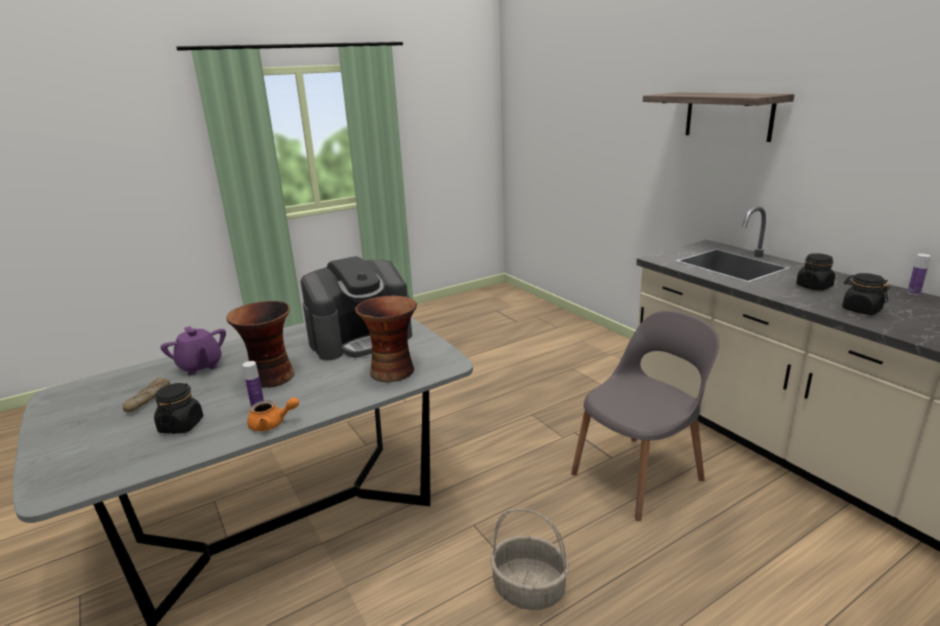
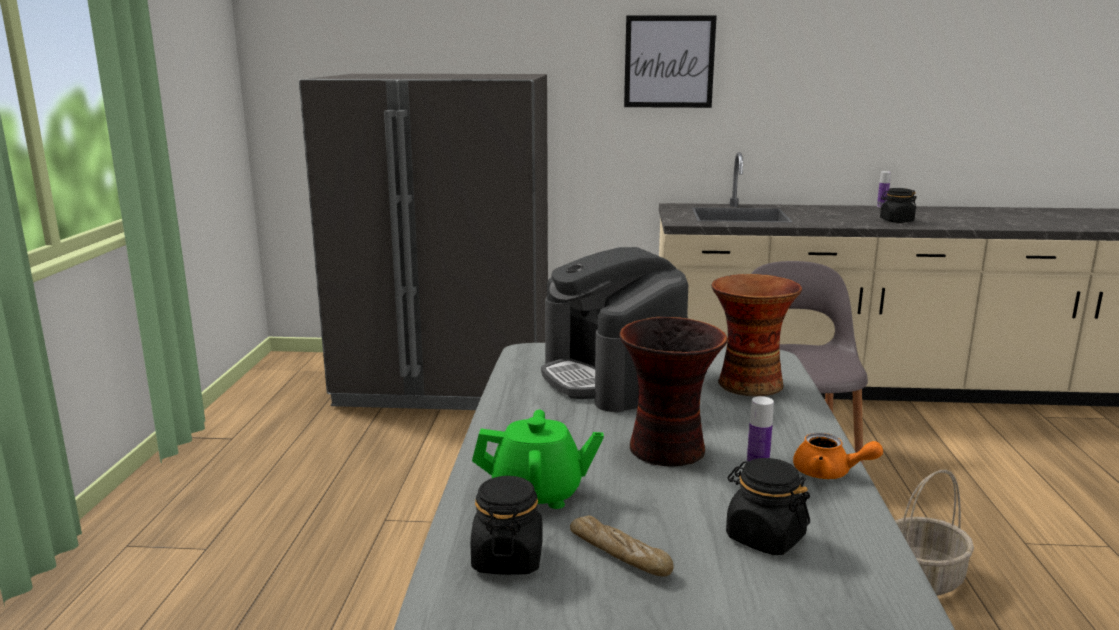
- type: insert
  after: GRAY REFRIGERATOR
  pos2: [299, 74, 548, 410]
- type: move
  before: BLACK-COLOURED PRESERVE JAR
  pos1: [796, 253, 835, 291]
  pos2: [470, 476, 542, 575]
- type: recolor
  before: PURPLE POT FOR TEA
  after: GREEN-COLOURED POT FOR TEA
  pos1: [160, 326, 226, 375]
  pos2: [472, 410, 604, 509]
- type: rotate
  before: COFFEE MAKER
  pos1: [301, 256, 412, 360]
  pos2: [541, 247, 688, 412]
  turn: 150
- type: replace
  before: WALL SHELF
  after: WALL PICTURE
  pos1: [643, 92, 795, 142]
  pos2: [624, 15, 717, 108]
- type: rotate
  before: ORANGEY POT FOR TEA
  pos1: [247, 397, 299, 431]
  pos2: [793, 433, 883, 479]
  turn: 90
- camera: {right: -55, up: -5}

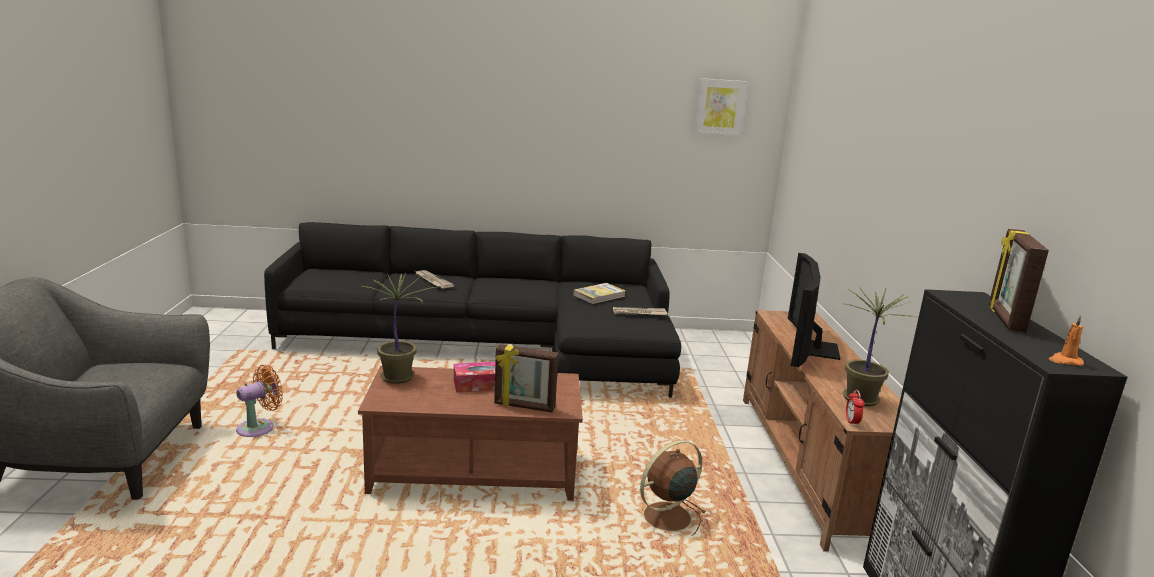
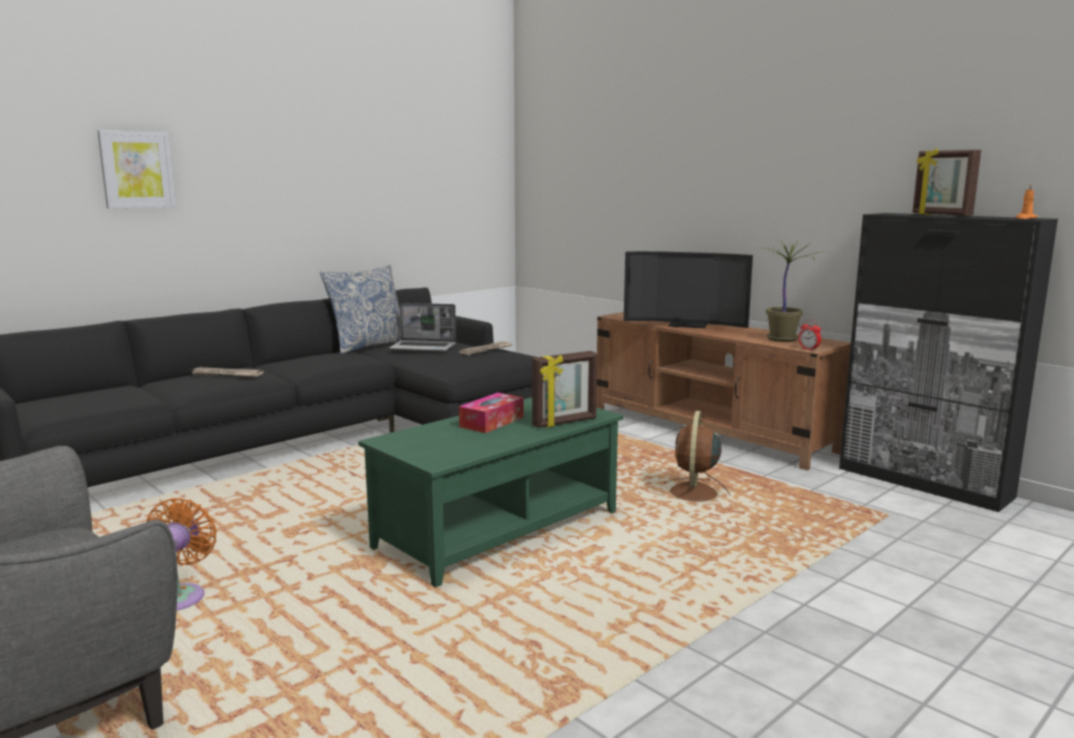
- type: move
  before: WALL PICTURE
  pos1: [694, 78, 747, 136]
  pos2: [97, 130, 176, 209]
- type: insert
  after: THROW PILLOW
  pos2: [320, 264, 401, 354]
- type: recolor
  before: BROWN LOUNGE TABLE
  after: GREEN-COLOURED LOUNGE TABLE
  pos1: [358, 366, 583, 500]
  pos2: [358, 397, 624, 587]
- type: replace
  before: VOLUME
  after: NOTEBOOK COMPUTER
  pos1: [573, 283, 625, 304]
  pos2: [389, 303, 456, 352]
- type: rotate
  before: TV
  pos1: [788, 253, 840, 367]
  pos2: [624, 251, 753, 328]
  turn: -45
- type: delete
  before: HOUSEPLANT
  pos1: [360, 272, 436, 384]
- camera: {right: -40, up: -5}

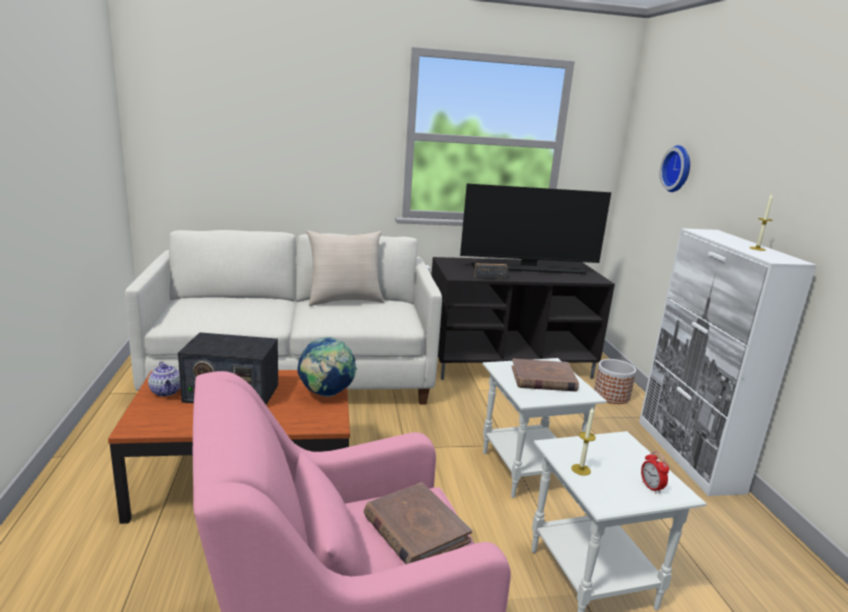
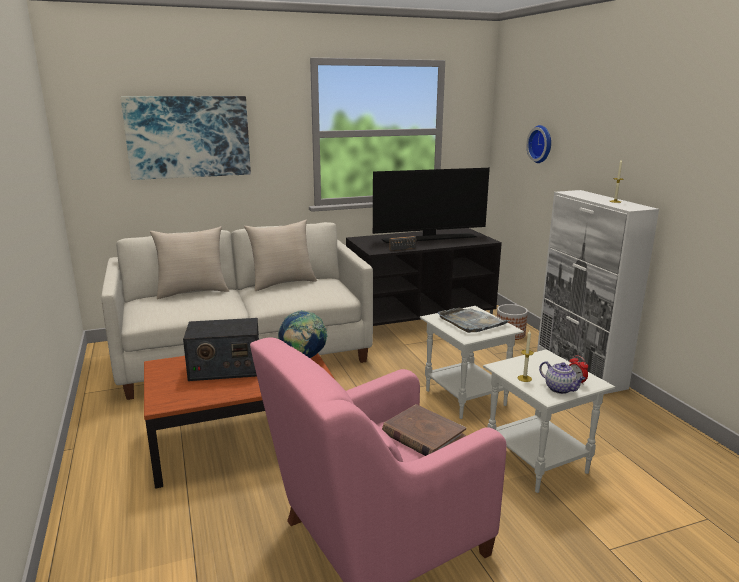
- type: insert
  after: WALL PICTURE
  pos2: [121, 96, 251, 180]
- type: insert
  after: SAND-COLOURED THROW PILLOW
  pos2: [150, 226, 229, 299]
- type: replace
  before: BROWN VOLUME
  after: GRAY CARRYING TRAY
  pos1: [512, 358, 579, 392]
  pos2: [438, 308, 510, 333]
- type: move
  before: POT FOR TEA
  pos1: [148, 362, 180, 397]
  pos2: [539, 361, 586, 394]
- camera: {right: -10, up: 0}

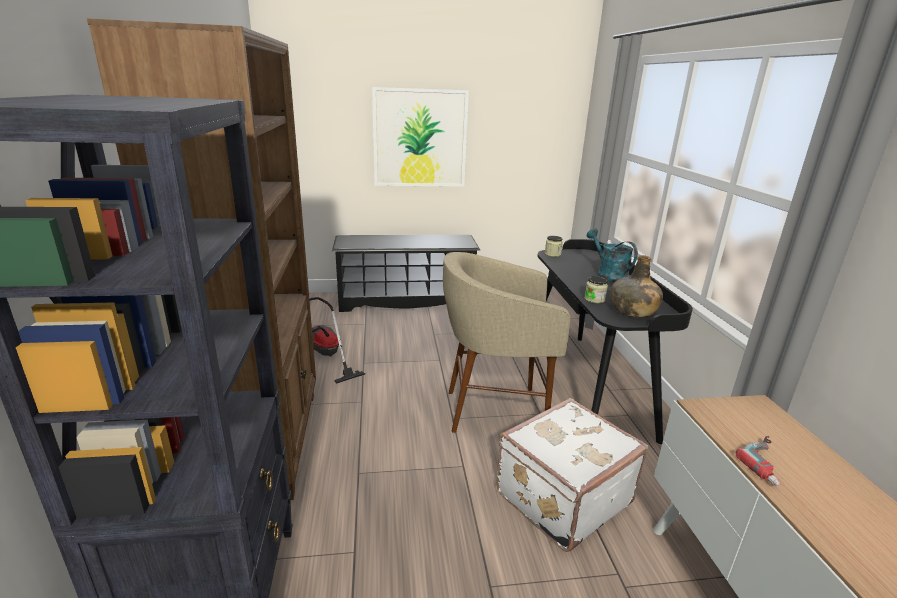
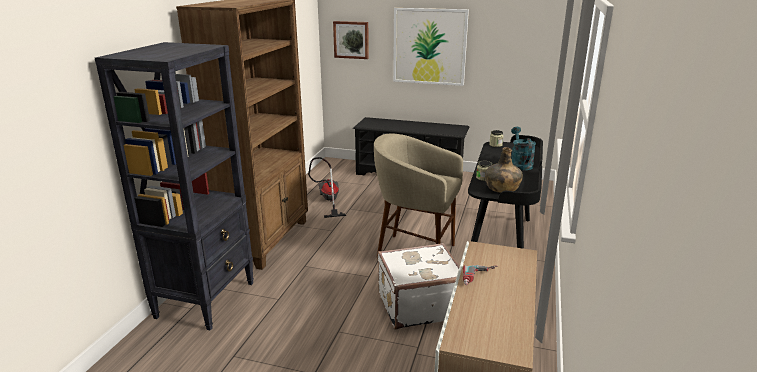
- type: insert
  after: WALL PICTURE
  pos2: [333, 21, 369, 59]
- camera: {right: 25, up: 0}

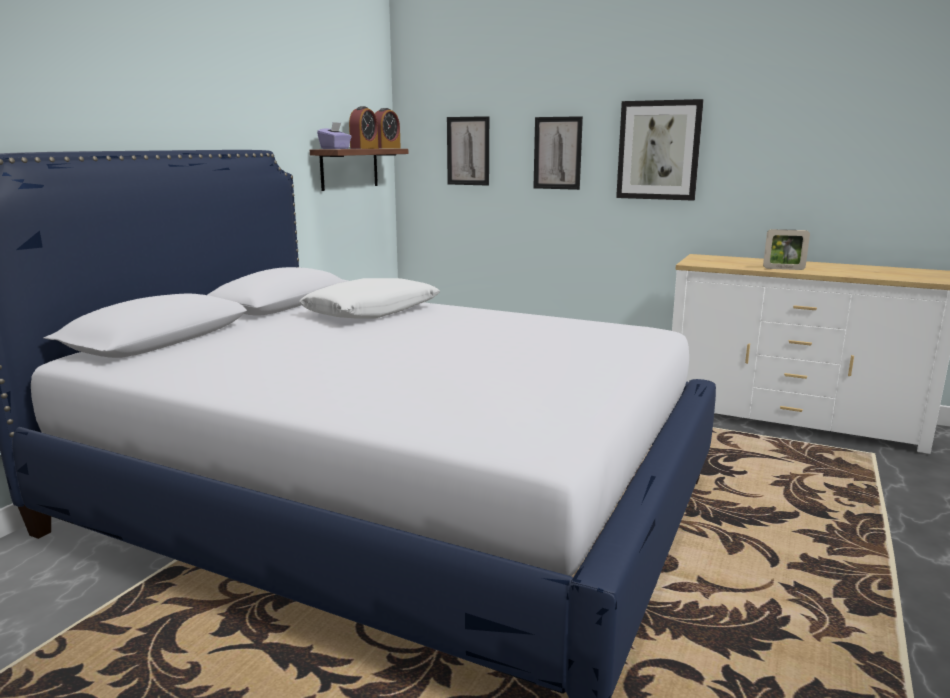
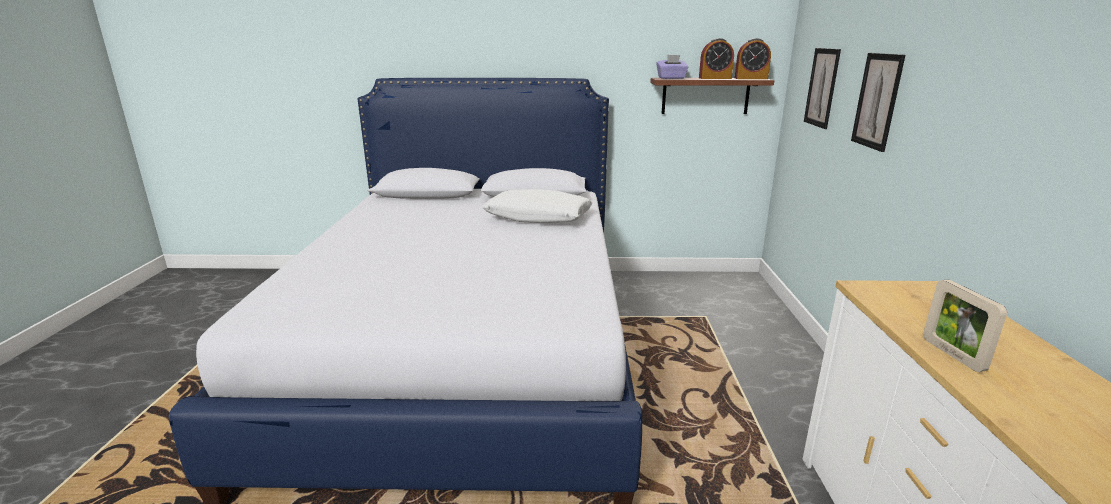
- type: delete
  before: WALL PICTURE
  pos1: [616, 99, 704, 201]
- camera: {right: 65, up: 5}

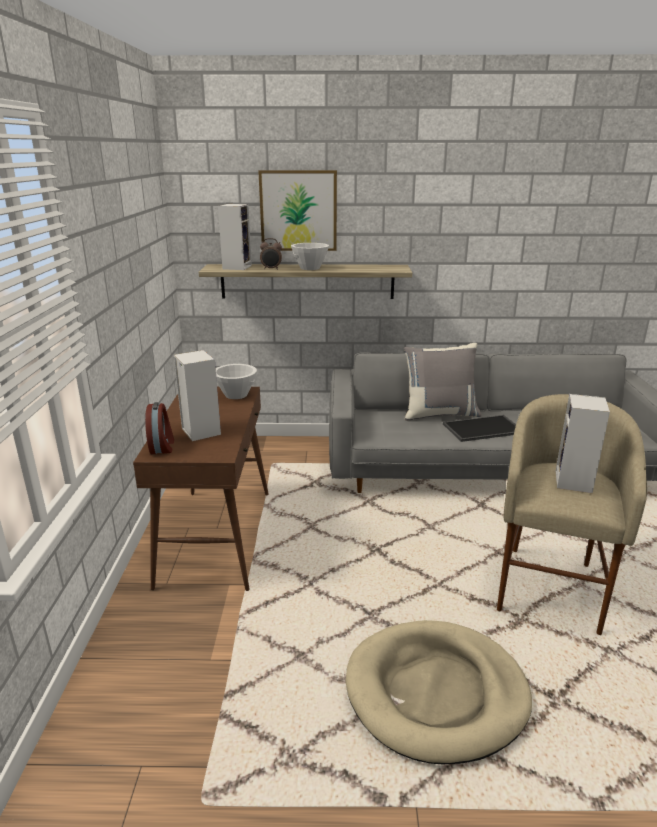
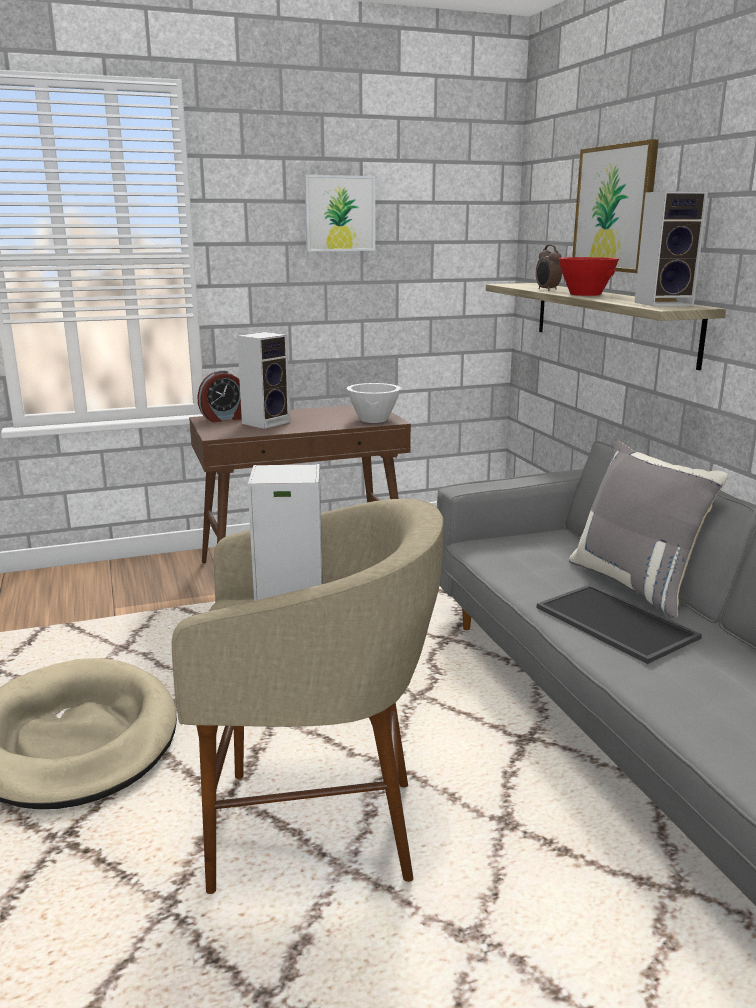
- type: insert
  after: WALL PICTURE
  pos2: [304, 175, 375, 252]
- type: recolor
  before: WHITE-COLOURED SERVING BOWL
  after: RED SERVING BOWL
  pos1: [291, 243, 329, 270]
  pos2: [558, 257, 619, 296]
- type: move
  before: LOUDSPEAKER
  pos1: [218, 204, 252, 270]
  pos2: [634, 191, 708, 307]
- camera: {right: 70, up: -5}

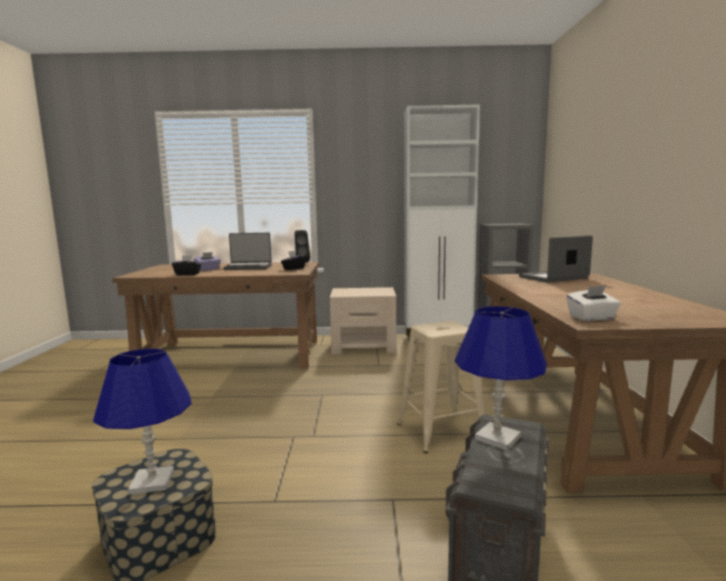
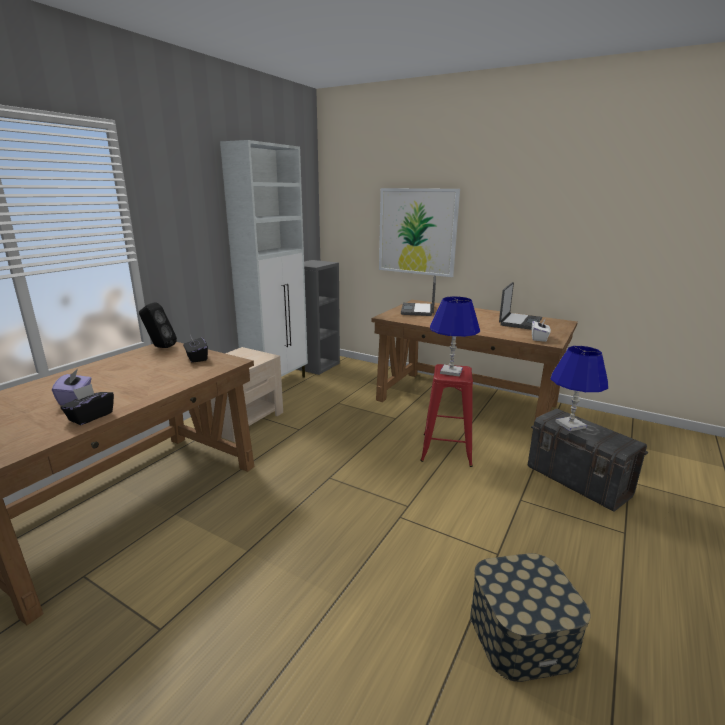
- type: insert
  after: WALL PICTURE
  pos2: [379, 188, 460, 277]
- type: recolor
  before: SAND-COLOURED SITTING STOOL
  after: RED SITTING STOOL
  pos1: [397, 321, 484, 453]
  pos2: [420, 364, 473, 467]
- type: move
  before: BLUE-COLOURED TABLETOP LAMP
  pos1: [93, 348, 192, 495]
  pos2: [430, 296, 480, 376]
- type: move
  before: NOTEBOOK COMPUTER
  pos1: [223, 233, 272, 270]
  pos2: [499, 282, 542, 330]
- camera: {right: -60, up: 10}

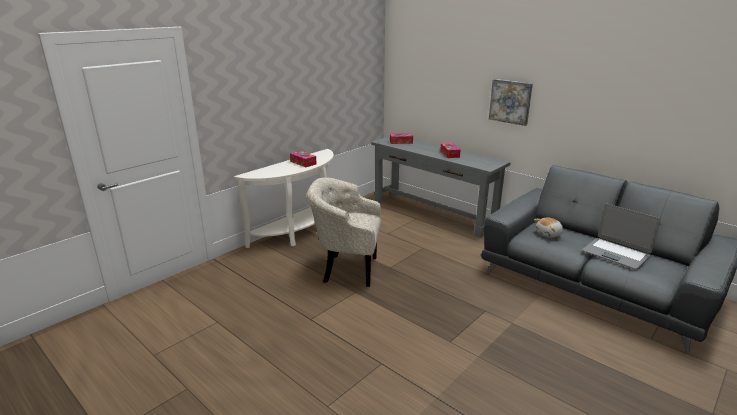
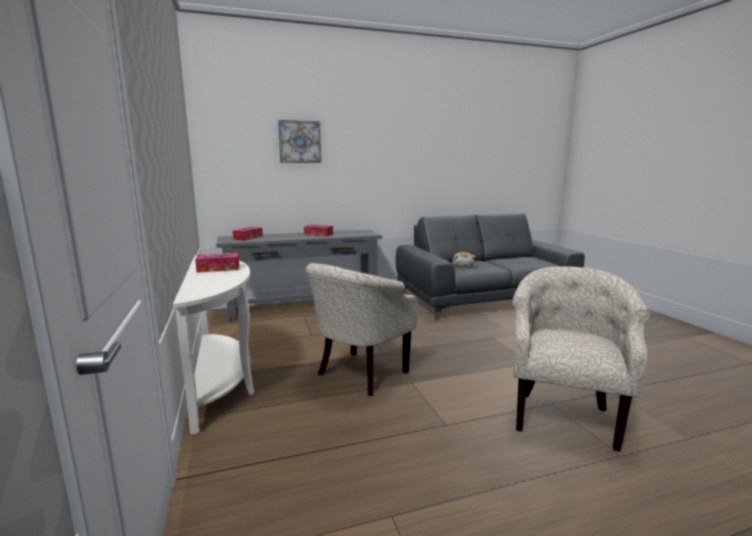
- type: move
  before: WALL PICTURE
  pos1: [489, 79, 533, 126]
  pos2: [278, 120, 321, 163]
- type: insert
  after: SAND-COLOURED LOUNGE CHAIR
  pos2: [512, 266, 650, 452]
- type: delete
  before: NOTEBOOK COMPUTER
  pos1: [582, 203, 660, 269]
- camera: {right: -60, up: -10}

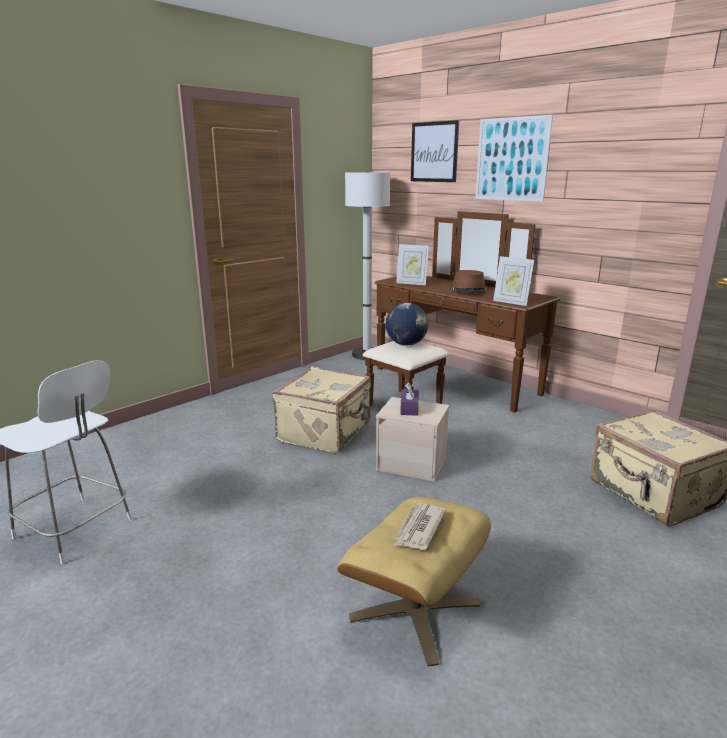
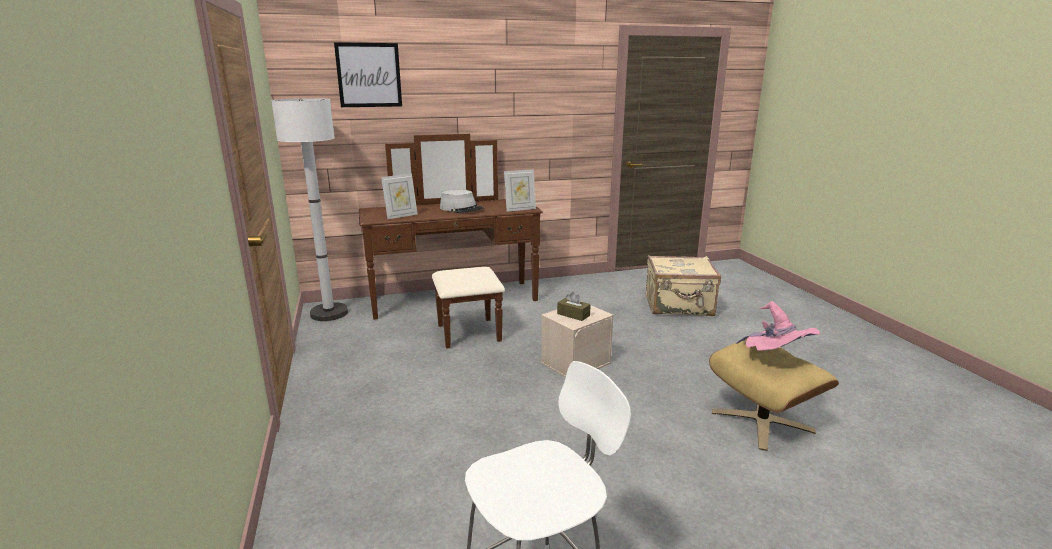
- type: recolor
  before: BROWN HAT
  after: GRAY HAT
  pos1: [452, 270, 486, 293]
  pos2: [440, 190, 484, 213]
- type: recolor
  before: PURPLE TISSUE BOX
  after: BROWN TISSUE BOX
  pos1: [400, 383, 419, 416]
  pos2: [557, 292, 591, 321]
- type: replace
  before: PRINTED PAPER
  after: PINK-COLOURED HAT
  pos1: [394, 503, 446, 550]
  pos2: [736, 301, 820, 351]
- type: delete
  before: SAND-COLOURED SUITCASE
  pos1: [272, 367, 371, 454]
- type: delete
  before: WORLD GLOBE
  pos1: [386, 303, 428, 346]
- type: delete
  before: WALL PICTURE
  pos1: [475, 115, 553, 202]
- camera: {right: -60, up: 0}

